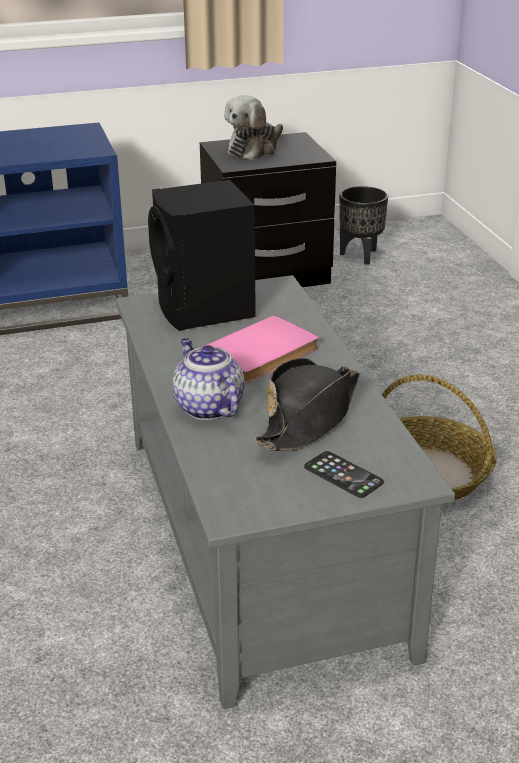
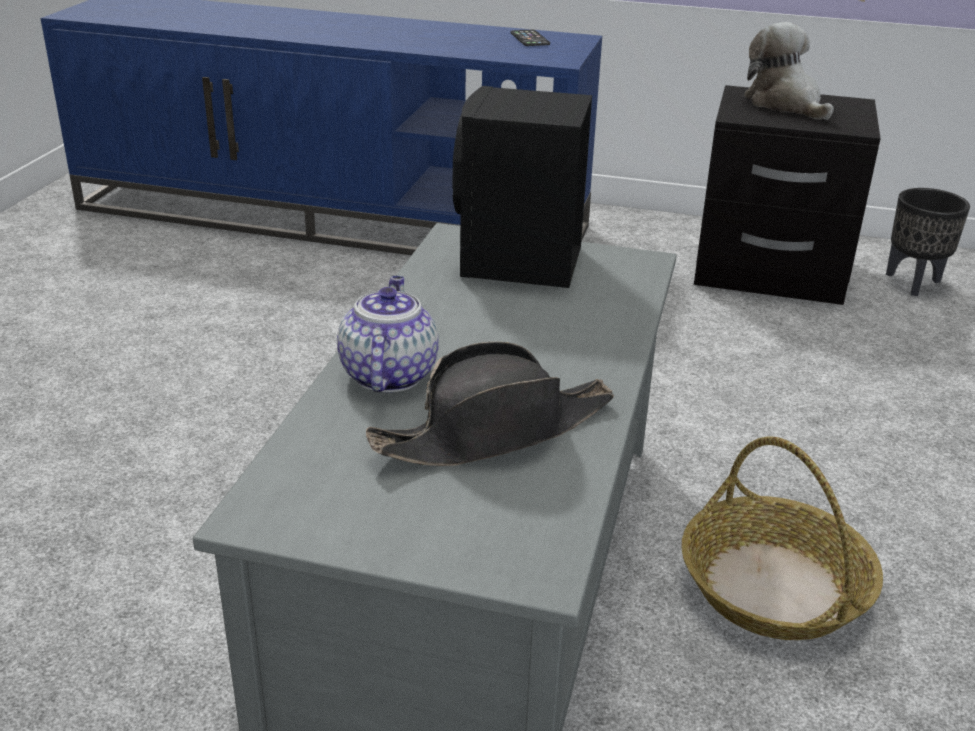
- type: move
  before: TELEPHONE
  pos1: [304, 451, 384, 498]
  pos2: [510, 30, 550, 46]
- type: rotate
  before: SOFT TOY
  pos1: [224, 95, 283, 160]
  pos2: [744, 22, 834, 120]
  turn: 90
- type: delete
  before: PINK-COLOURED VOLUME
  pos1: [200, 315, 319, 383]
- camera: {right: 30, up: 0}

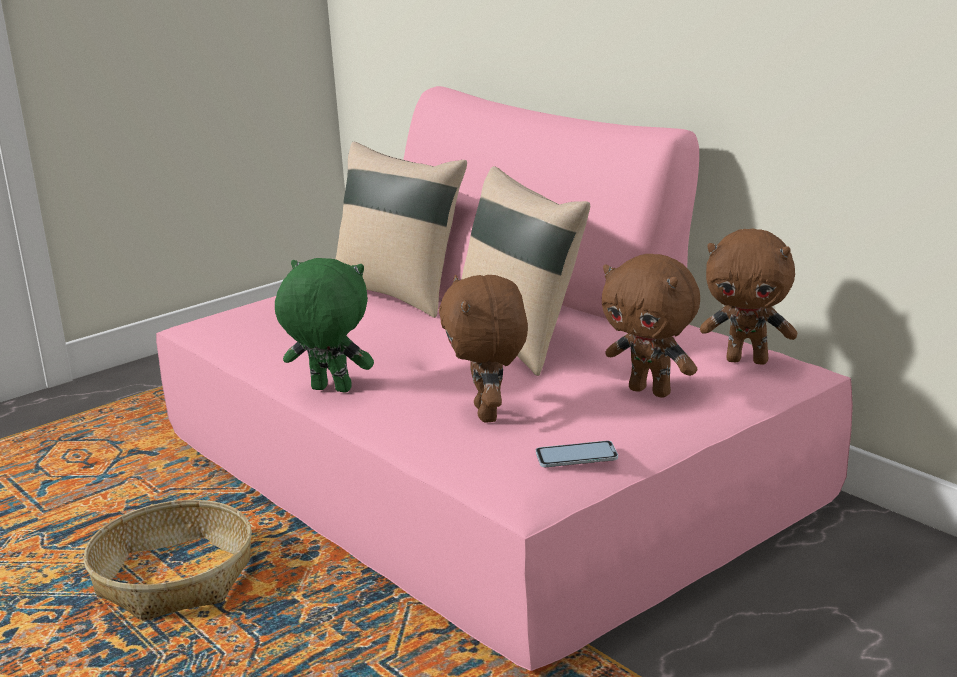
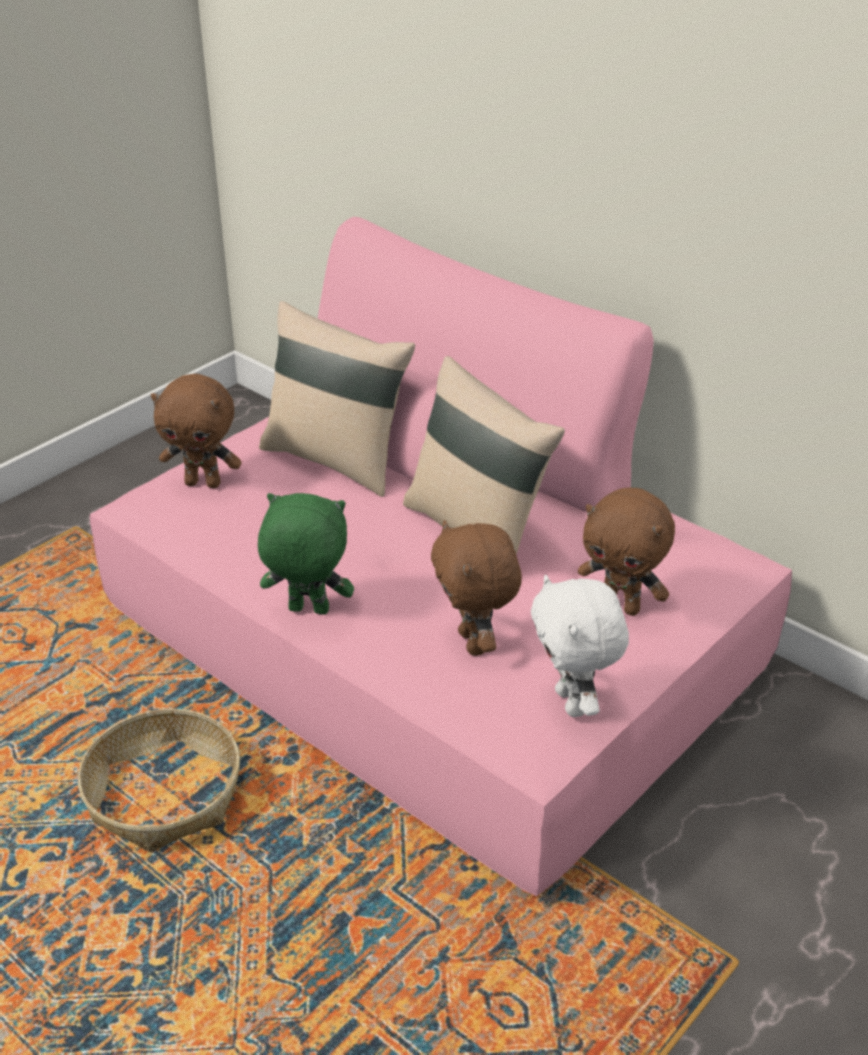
- type: move
  before: BROWN SOFT TOY
  pos1: [700, 228, 797, 365]
  pos2: [151, 374, 242, 488]
- type: replace
  before: TELEPHONE
  after: WHITE-COLOURED SOFT TOY
  pos1: [536, 441, 618, 467]
  pos2: [531, 575, 629, 717]
- camera: {right: -10, up: 15}

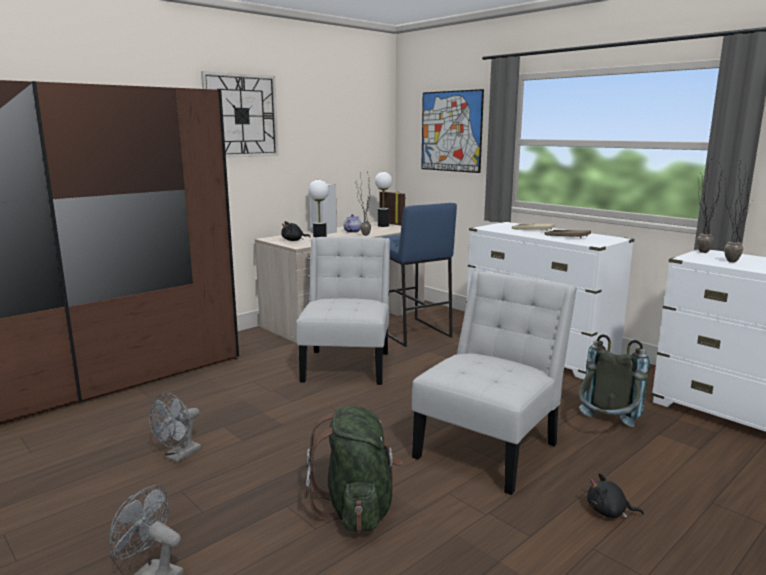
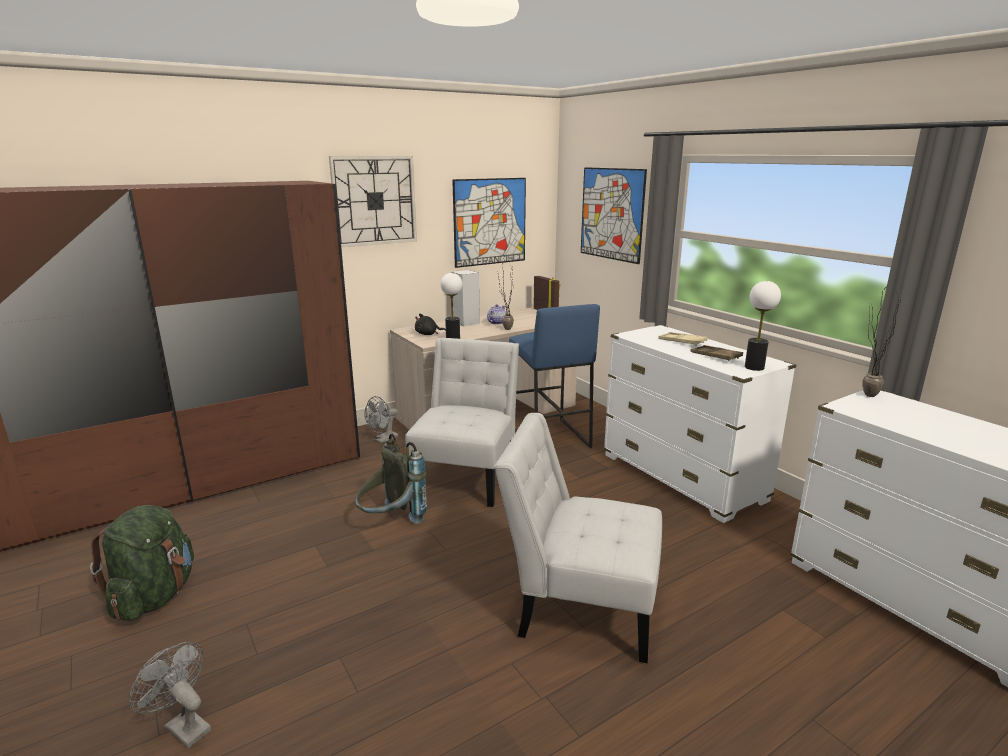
- type: move
  before: GREEN-COLOURED BACKPACK
  pos1: [304, 406, 402, 532]
  pos2: [90, 505, 194, 621]
- type: move
  before: GRAY BACKPACK
  pos1: [579, 334, 650, 427]
  pos2: [355, 434, 427, 524]
- type: move
  before: GRAY ELECTRIC FAN
  pos1: [149, 393, 201, 462]
  pos2: [365, 396, 398, 444]
- type: insert
  after: WALL PICTURE
  pos2: [452, 178, 526, 268]
- type: rotate
  before: WHITE-COLOURED UPRIGHT CHAIR
  pos1: [412, 271, 577, 495]
  pos2: [494, 413, 662, 663]
  turn: -120
- type: move
  before: TABLETOP LAMP
  pos1: [375, 172, 392, 227]
  pos2: [745, 281, 781, 371]
- type: delete
  before: BLACK-COLOURED SOFT TOY
  pos1: [587, 473, 644, 518]
- type: delete
  before: HOUSEPLANT
  pos1: [724, 162, 752, 262]
- camera: {right: 10, up: 5}

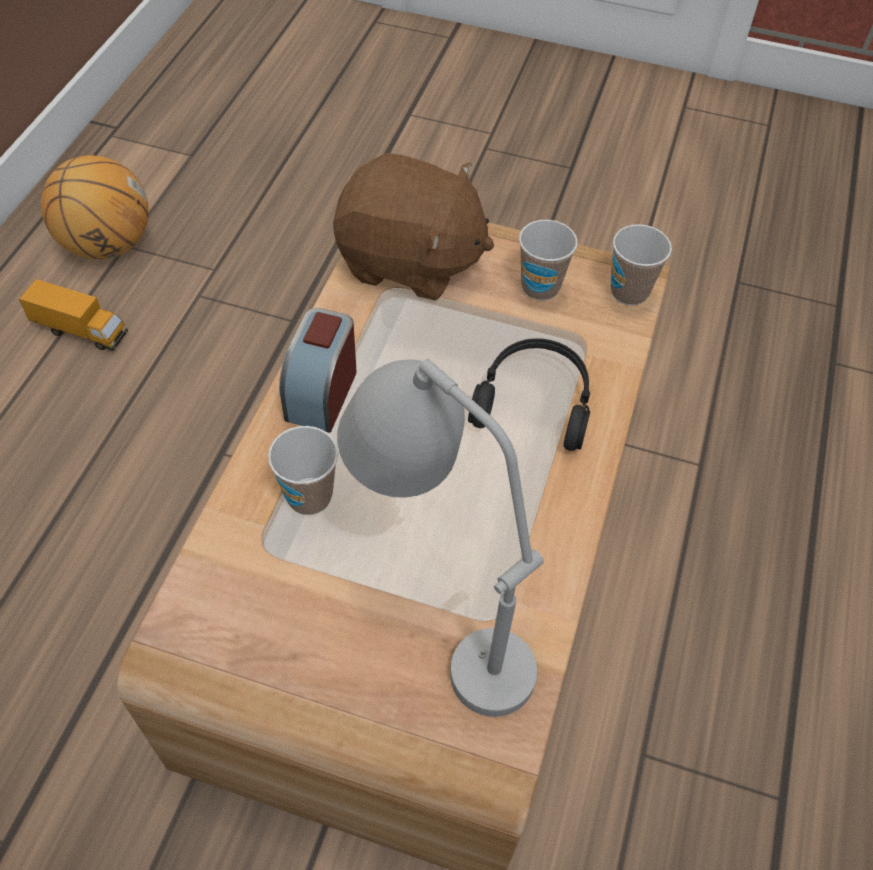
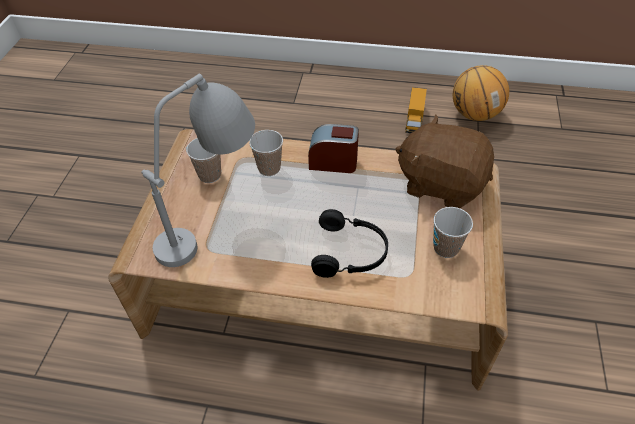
- type: move
  before: CUP
  pos1: [611, 224, 672, 305]
  pos2: [186, 138, 221, 183]
- type: rotate
  before: BROWN SOFT TOY
  pos1: [333, 153, 494, 301]
  pos2: [396, 114, 494, 208]
  turn: 105
- camera: {right: 85, up: -5}

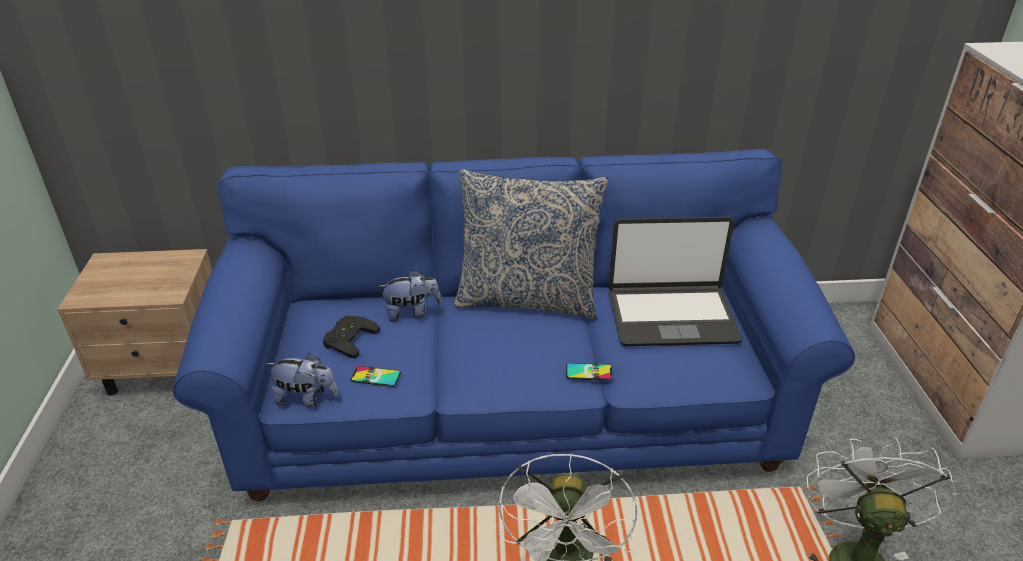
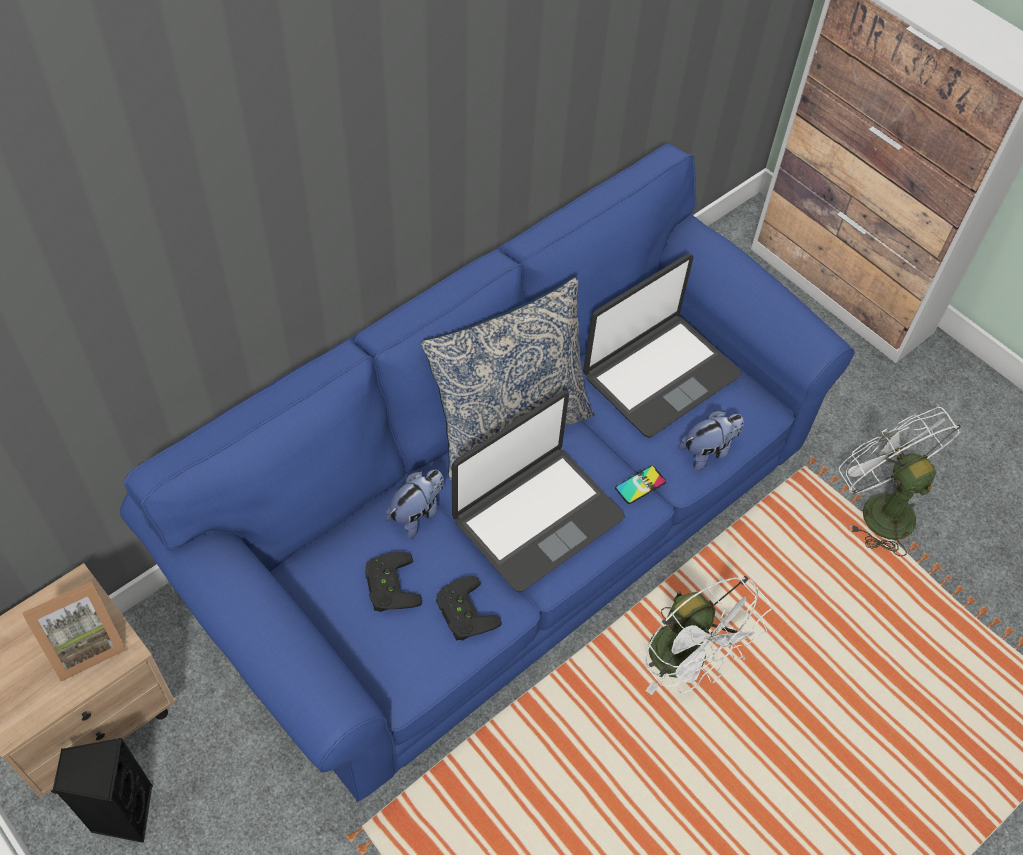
- type: insert
  after: PHOTO FRAME
  pos2: [23, 581, 126, 682]
- type: insert
  after: BLACK-COLOURED LOUDSPEAKER
  pos2: [53, 738, 153, 843]
- type: replace
  before: TELEPHONE
  after: BLACK-COLOURED GAMEPAD
  pos1: [351, 366, 401, 387]
  pos2: [436, 576, 502, 640]
- type: insert
  after: NOTEBOOK COMPUTER
  pos2: [452, 391, 625, 593]
- type: move
  before: SOFT TOY
  pos1: [266, 353, 338, 408]
  pos2: [679, 411, 744, 471]
- camera: {right: -40, up: 20}

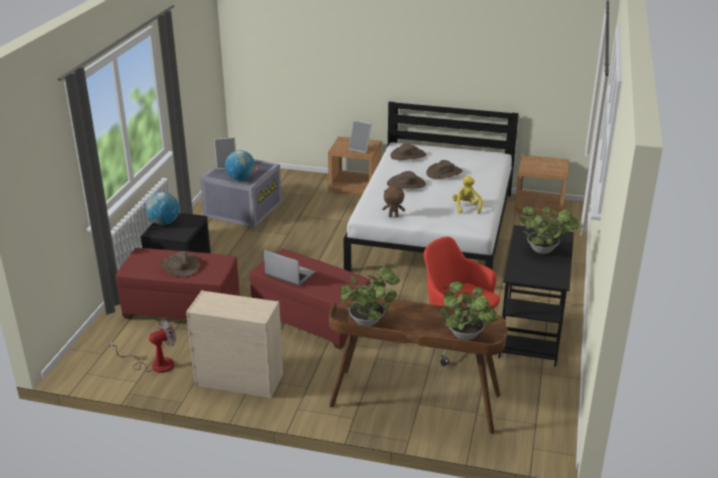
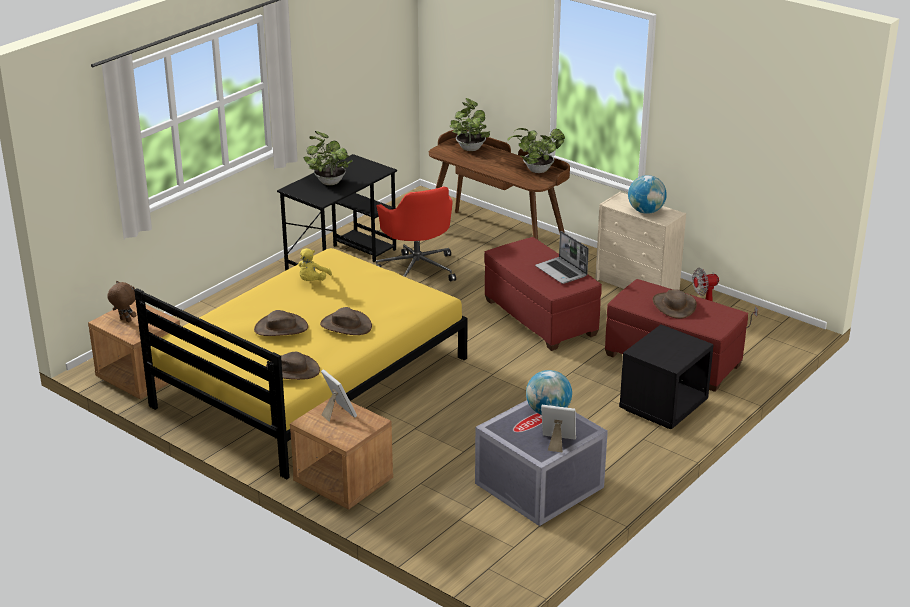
- type: move
  before: BROWN SOFT TOY
  pos1: [382, 186, 405, 217]
  pos2: [107, 281, 136, 322]
- type: recolor
  before: WHITE-COLOURED BED
  after: YELLOWISH BED
  pos1: [344, 101, 519, 272]
  pos2: [134, 248, 467, 479]
- type: move
  before: WORLD GLOBE
  pos1: [145, 192, 179, 225]
  pos2: [628, 175, 667, 214]
- camera: {right: -155, up: 0}

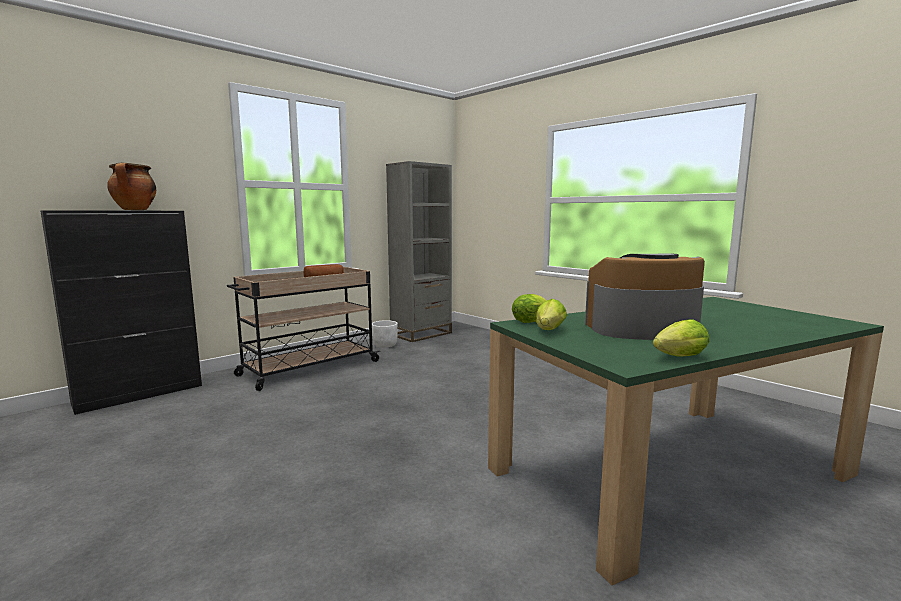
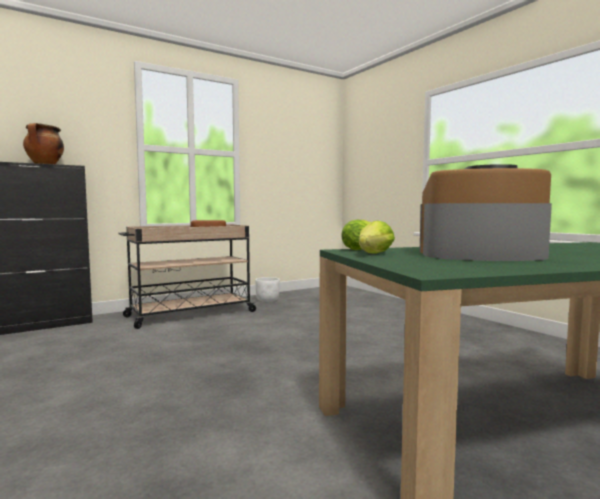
- type: delete
  before: GRAY BOOKCASE
  pos1: [386, 161, 452, 342]
- type: delete
  before: HEAD OF LETTUCE
  pos1: [653, 319, 709, 357]
- camera: {right: 10, up: -5}

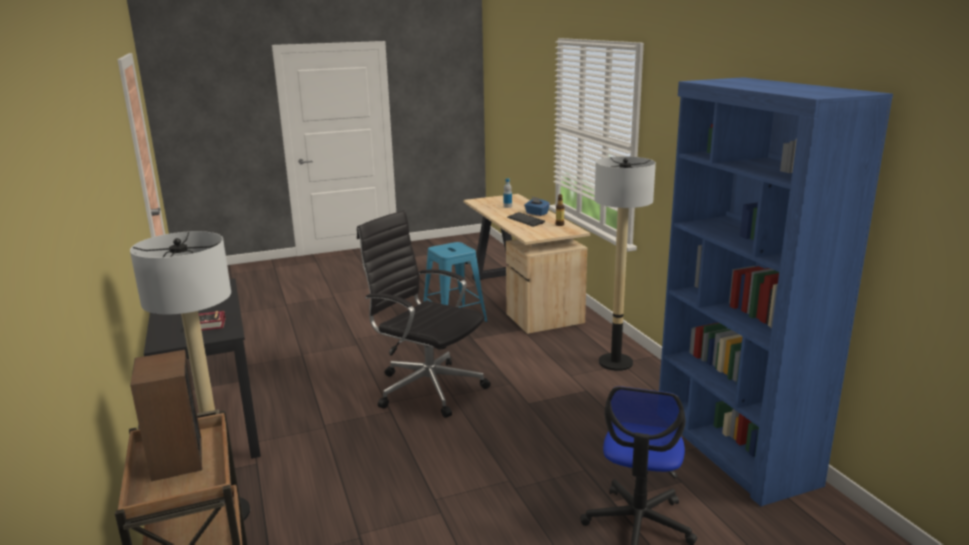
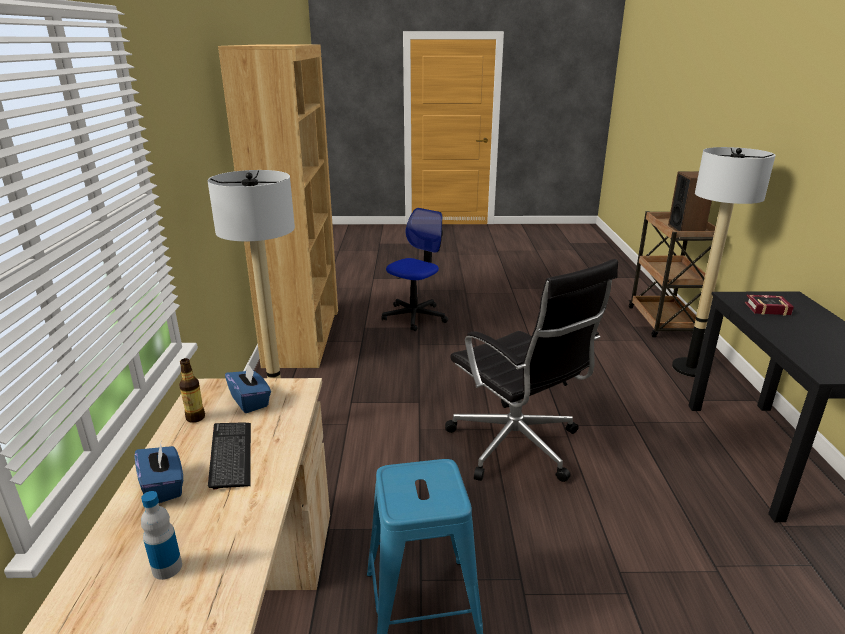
- type: recolor
  before: BLUE-COLOURED BOOKCASE
  after: BROWN BOOKCASE
  pos1: [659, 77, 893, 506]
  pos2: [218, 44, 338, 368]
- type: insert
  after: BLUE-COLOURED TISSUE BOX
  pos2: [225, 364, 271, 413]
- camera: {right: -160, up: 5}

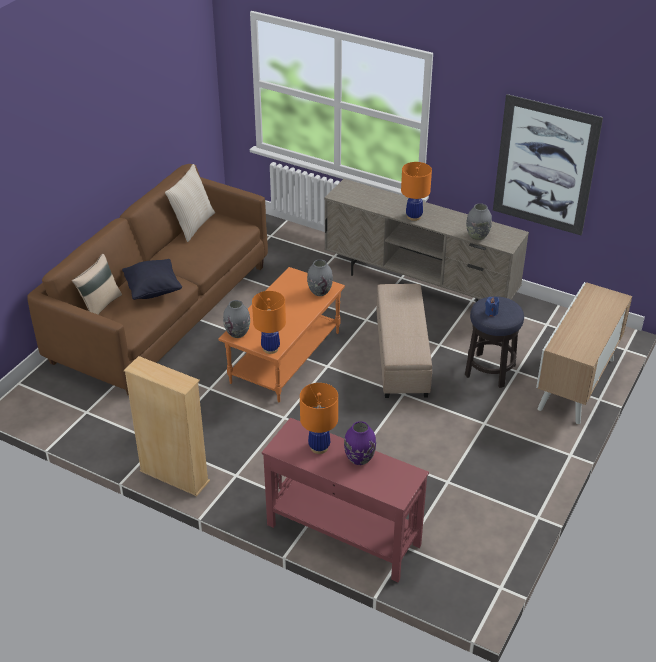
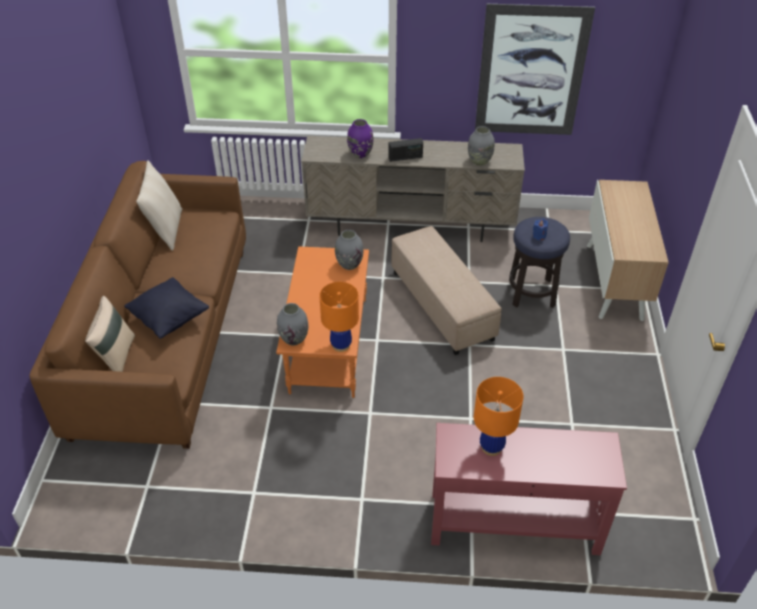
- type: move
  before: PURPLE FLOWER VASE
  pos1: [344, 421, 376, 465]
  pos2: [347, 119, 373, 158]
- type: replace
  before: ORANGEY TABLETOP LAMP
  after: RADIO SET
  pos1: [401, 162, 432, 221]
  pos2: [388, 138, 423, 162]
- type: delete
  before: SAND-COLOURED BOOKCASE
  pos1: [124, 356, 210, 496]
- camera: {right: -25, up: 5}

